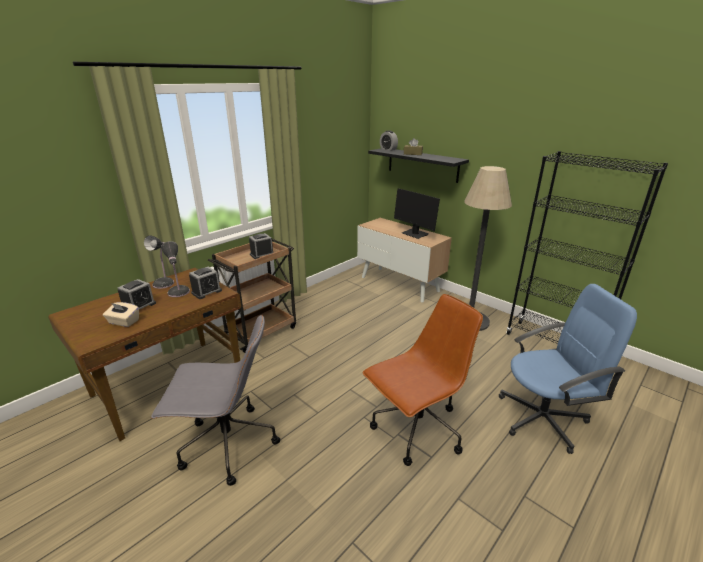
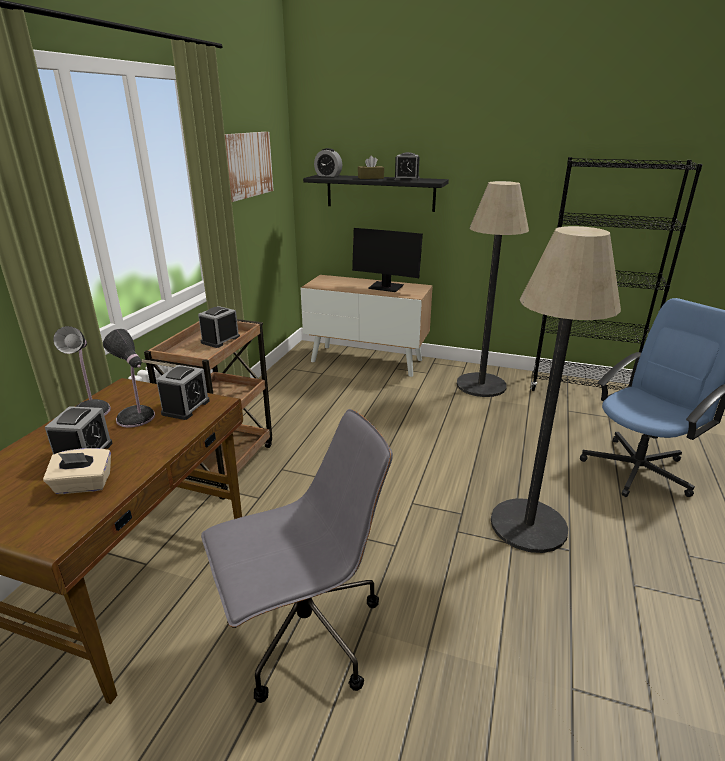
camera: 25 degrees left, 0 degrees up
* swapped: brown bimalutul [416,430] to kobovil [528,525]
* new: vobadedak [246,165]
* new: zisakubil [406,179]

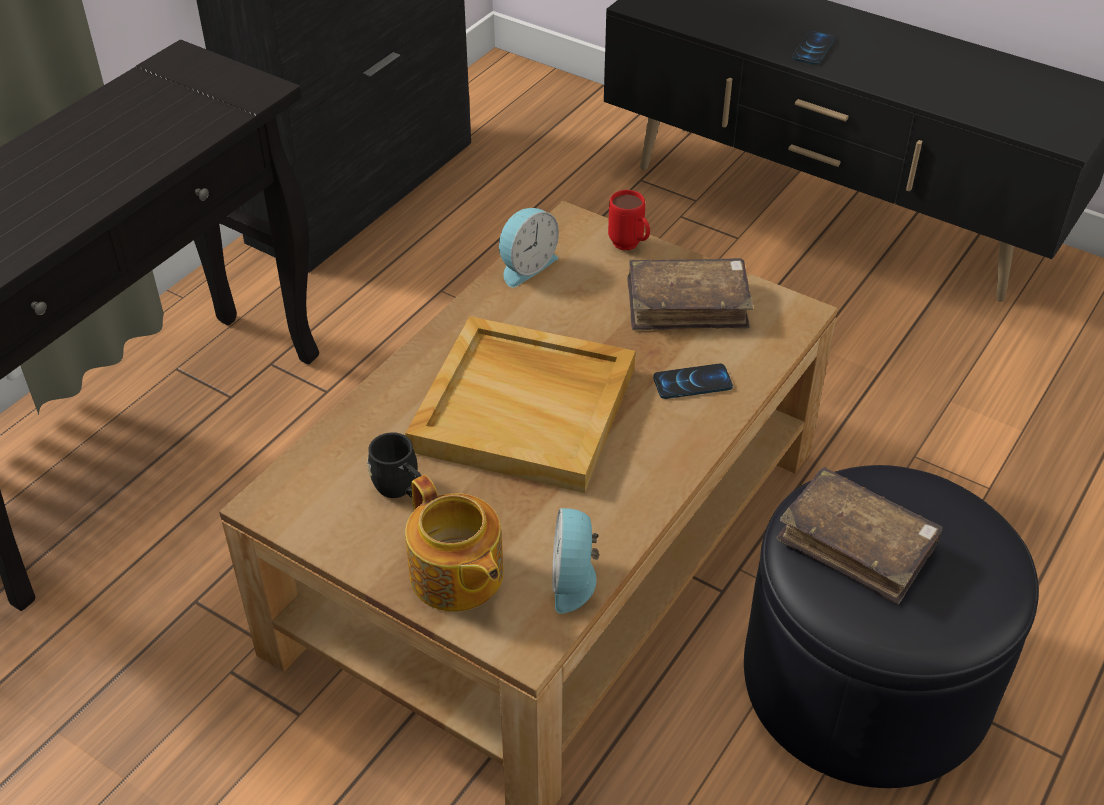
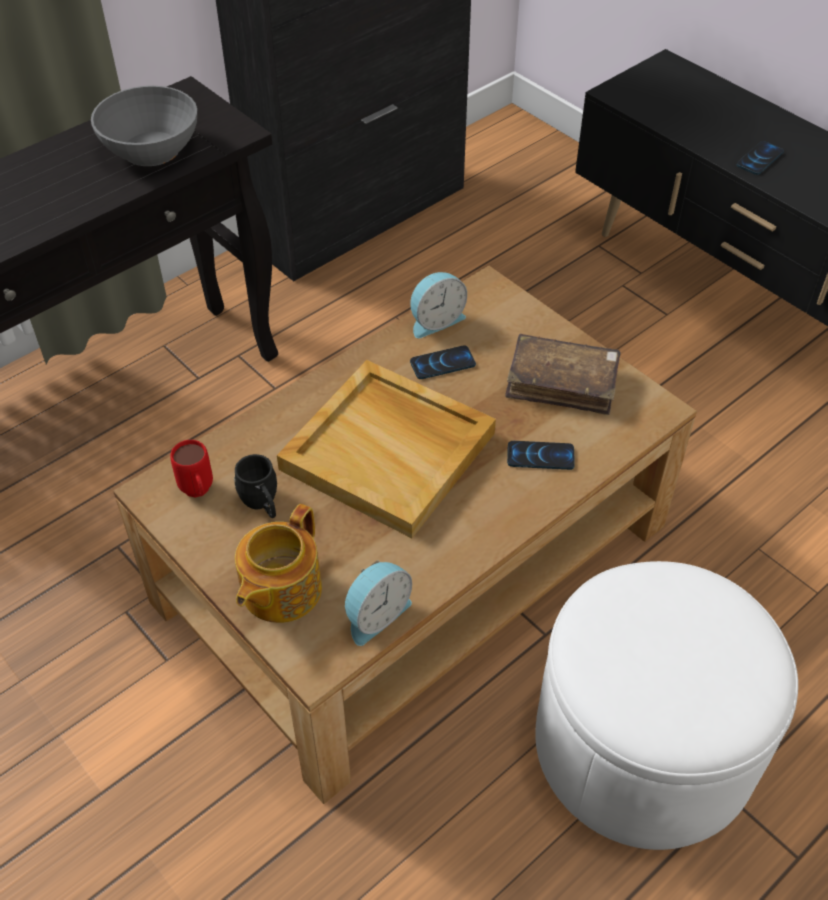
camera: 15 degrees right, 5 degrees up
* rotated: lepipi [456,576] = [279,590] 45 degrees clockwise
* rotated: zisakubil [574,579] = [375,614] 150 degrees counterclockwise
* shifted: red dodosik [630,246] to [198,493]
* repainted: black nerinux [866,680] to white nerinux [644,744]
* gone: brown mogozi [857,545]
* new: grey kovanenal [151,149]
* new: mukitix [442,363]

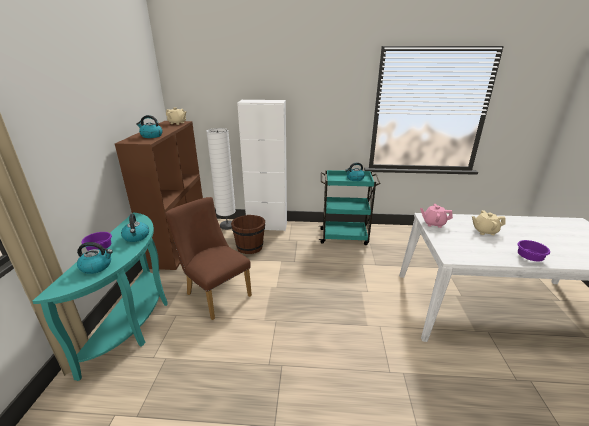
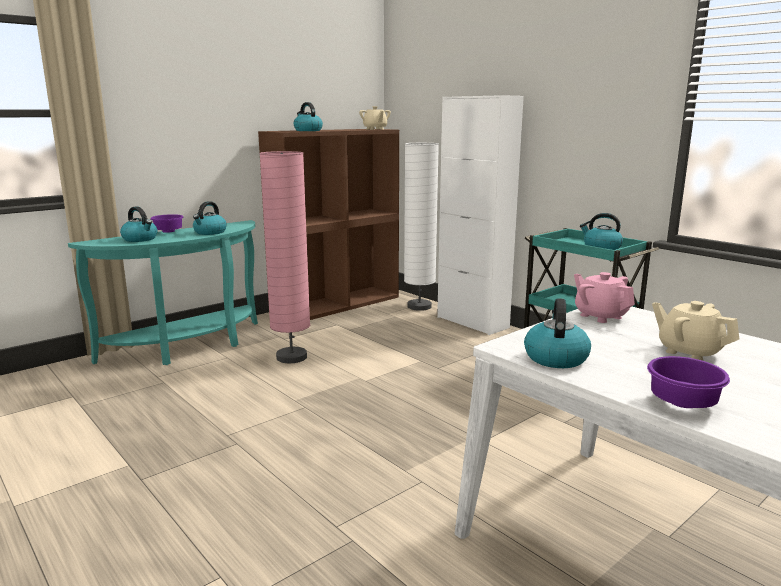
camera: 45 degrees right, 10 degrees down
* swapped: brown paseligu [215,293] to pink kobovil [291,357]
* gone: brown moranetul [250,247]
* new: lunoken [555,357]

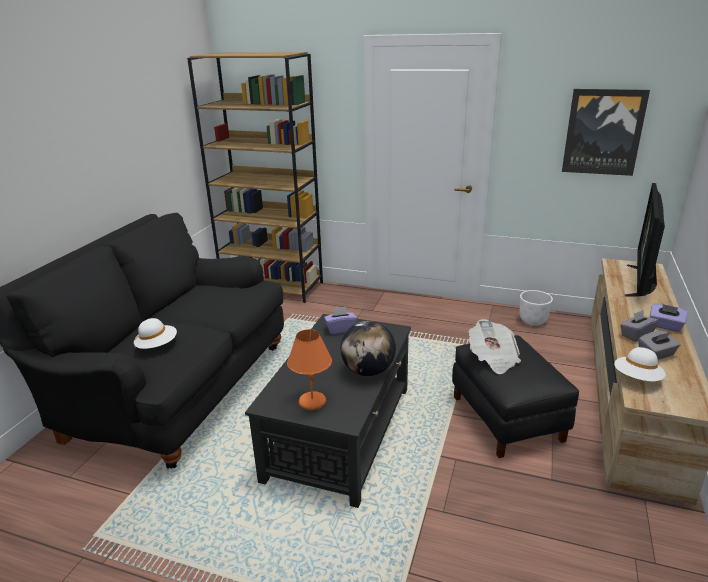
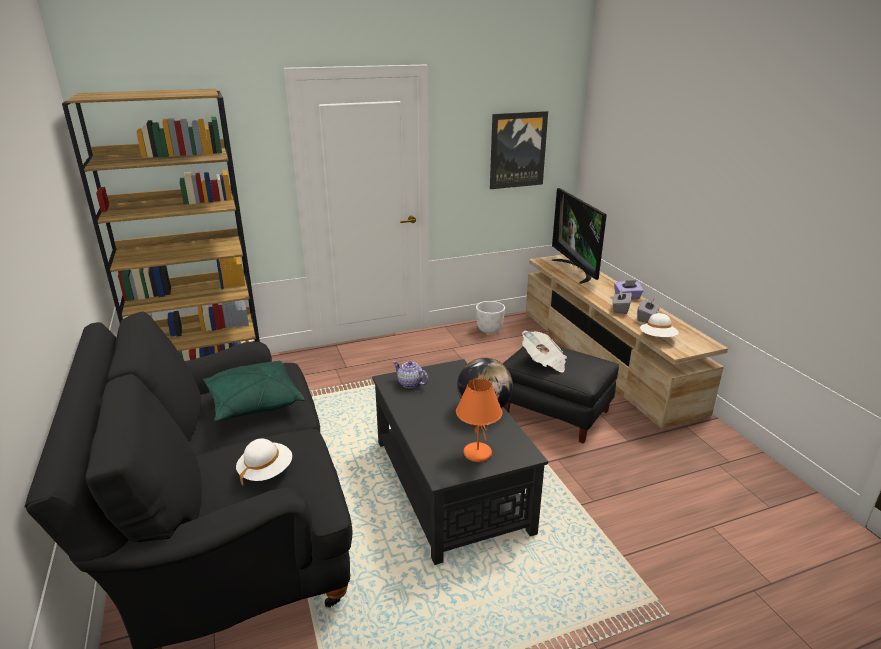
camera: 40 degrees left, 0 degrees up
* swapped: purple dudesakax [340,329] to lepipi [410,383]
* new: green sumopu [254,403]

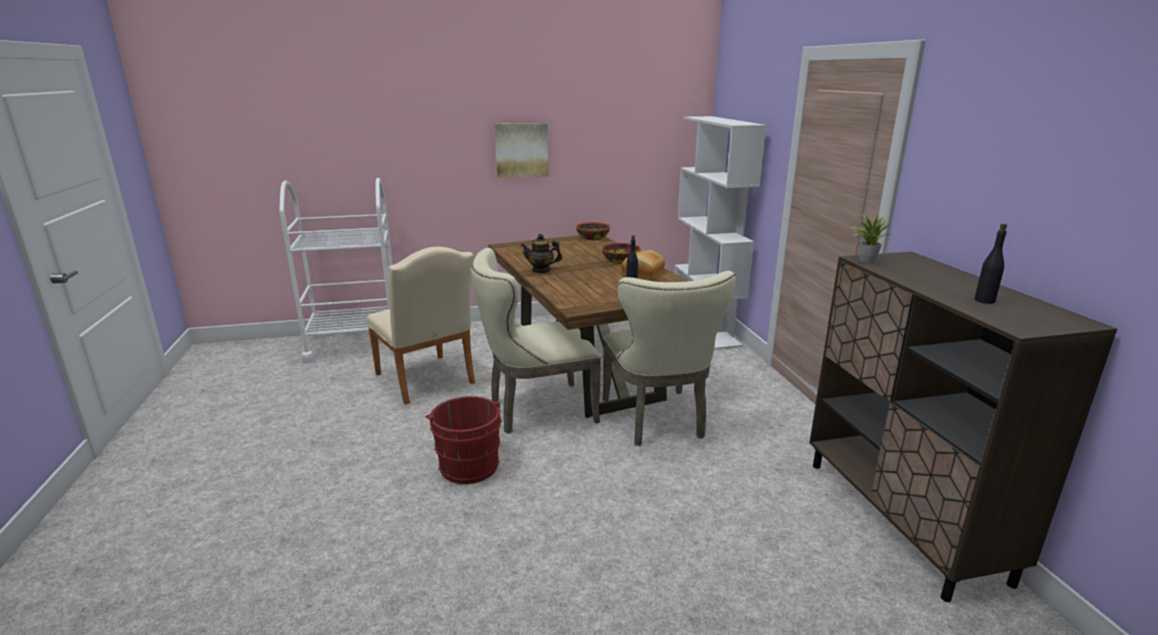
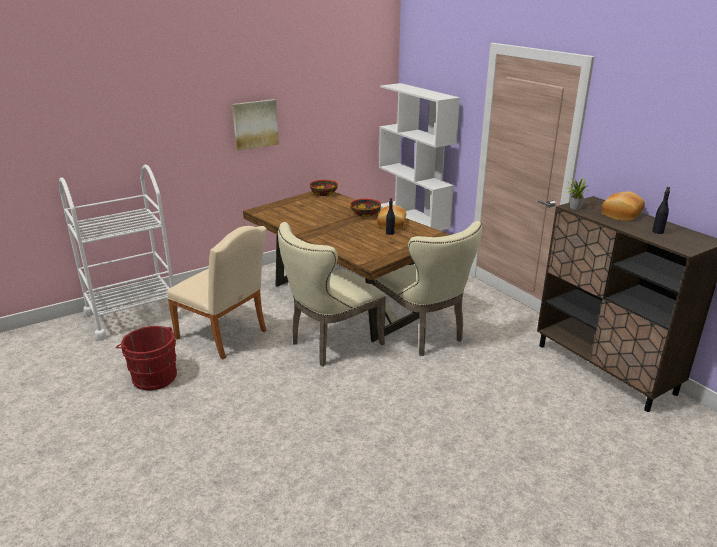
camera: 20 degrees left, 5 degrees up
* shifted: red moranetul [468,465] to [153,376]
* gone: lepipi [541,270]
* new: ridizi [620,214]

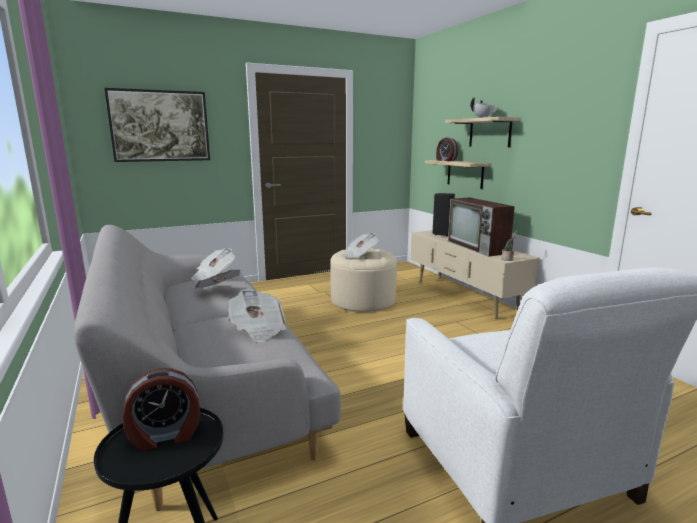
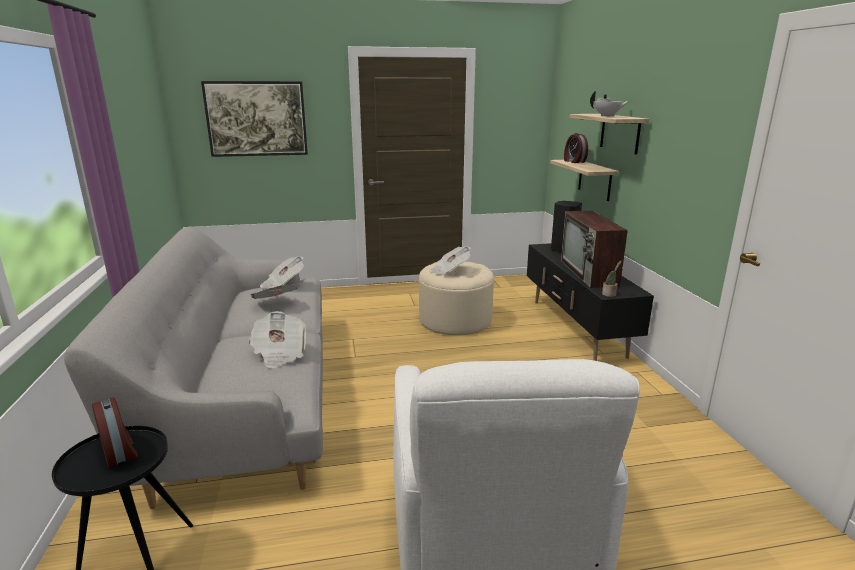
camera: 15 degrees right, 5 degrees up
* rotated: zisakubil [165,436] = [120,452] 120 degrees counterclockwise
* repainted: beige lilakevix [464,296] to black lilakevix [575,328]

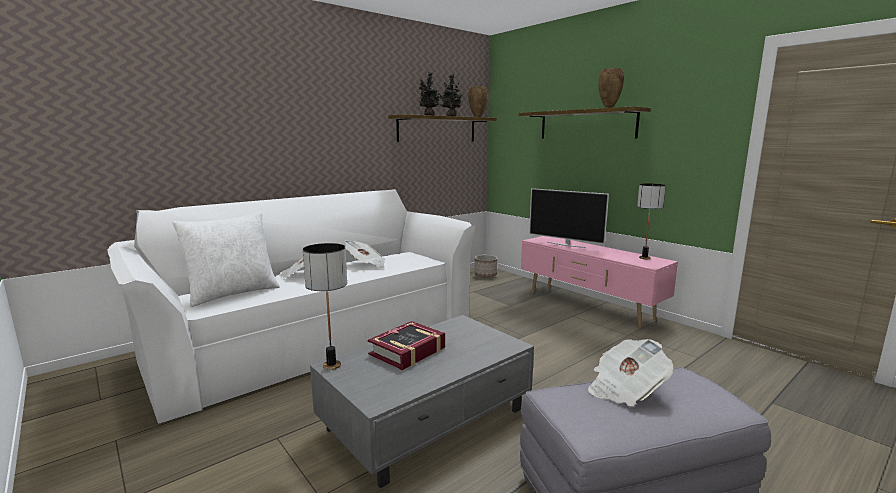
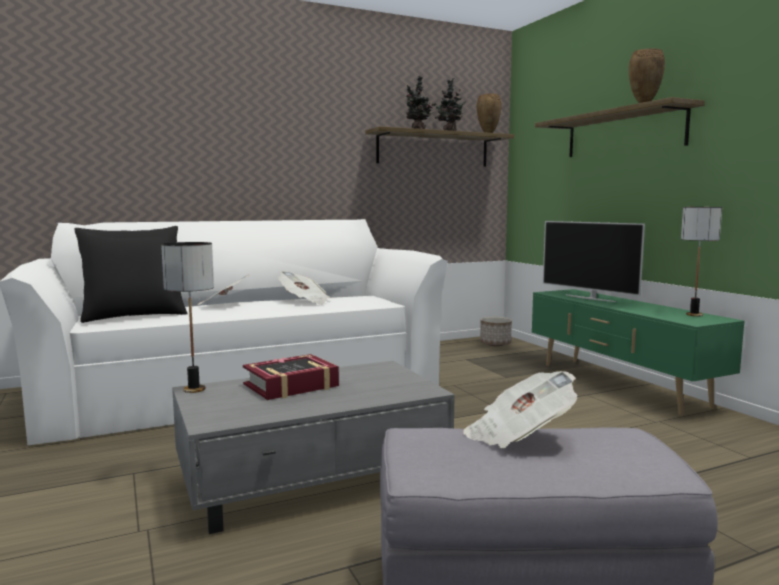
camera: 15 degrees right, 5 degrees down
* repainted: white sumopu [233,293] to black sumopu [134,316]
* repainted: pink lilakevix [588,305] to green lilakevix [619,385]

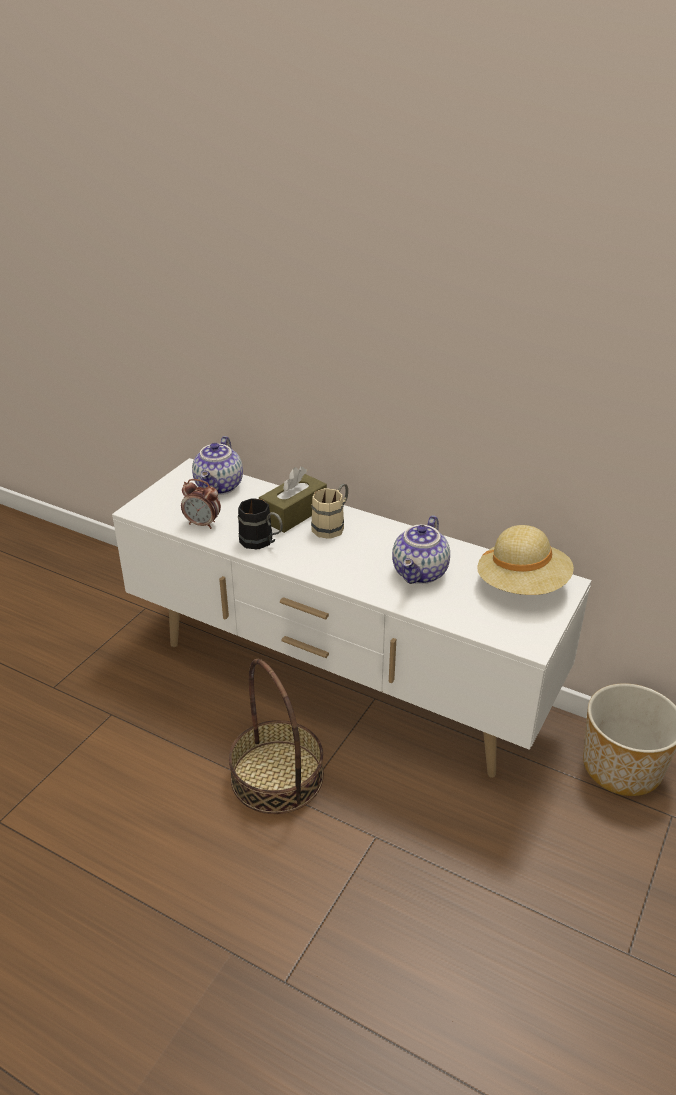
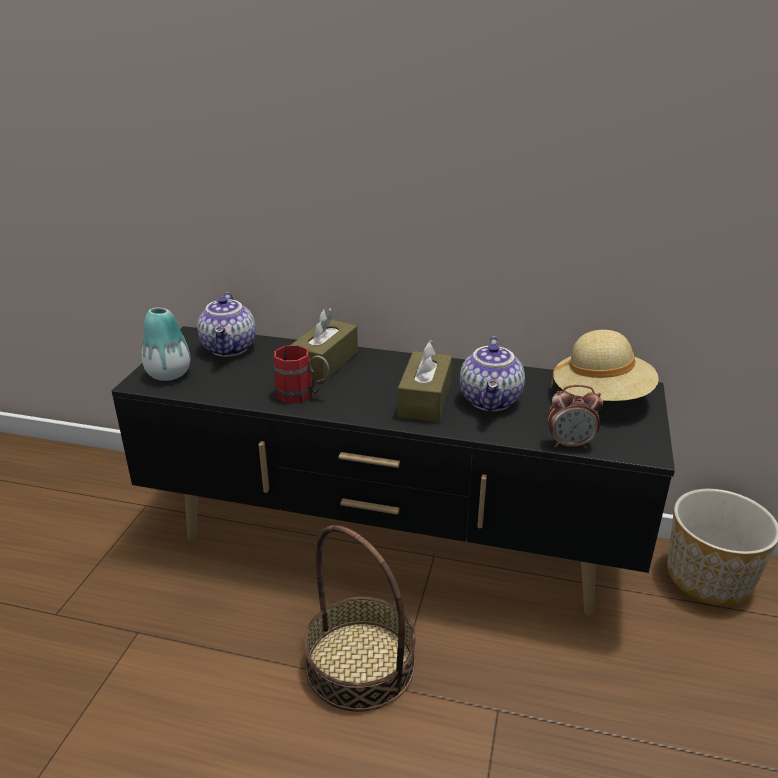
camera: 15 degrees left, 5 degrees down
* repainted: white lilakevix [339,682] to black lilakevix [390,546]
* shifted: zisakubil [202,524] to [570,444]
* repainted: black dodosik [262,542] to red dodosik [303,395]
* gone: beige dodosik [332,525]
* new: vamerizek [169,374]
* new: brown dudesakax [425,400]

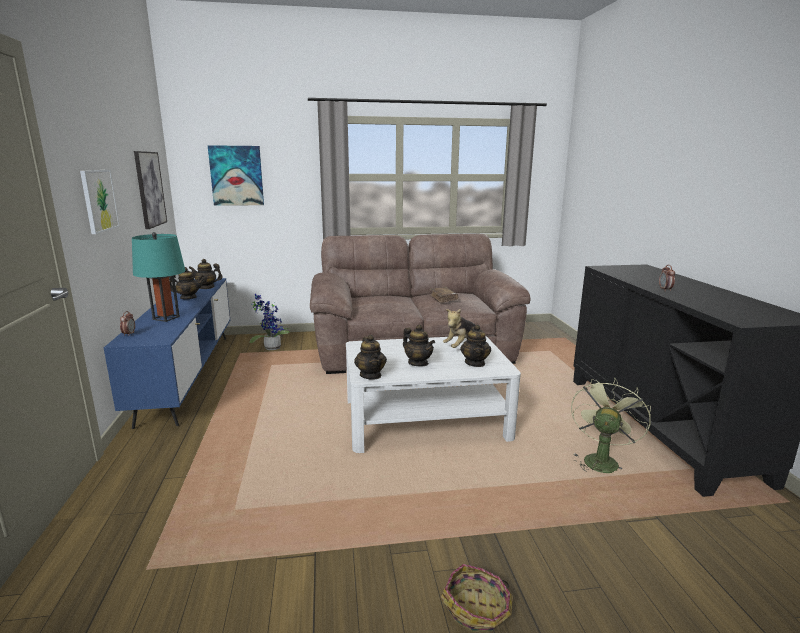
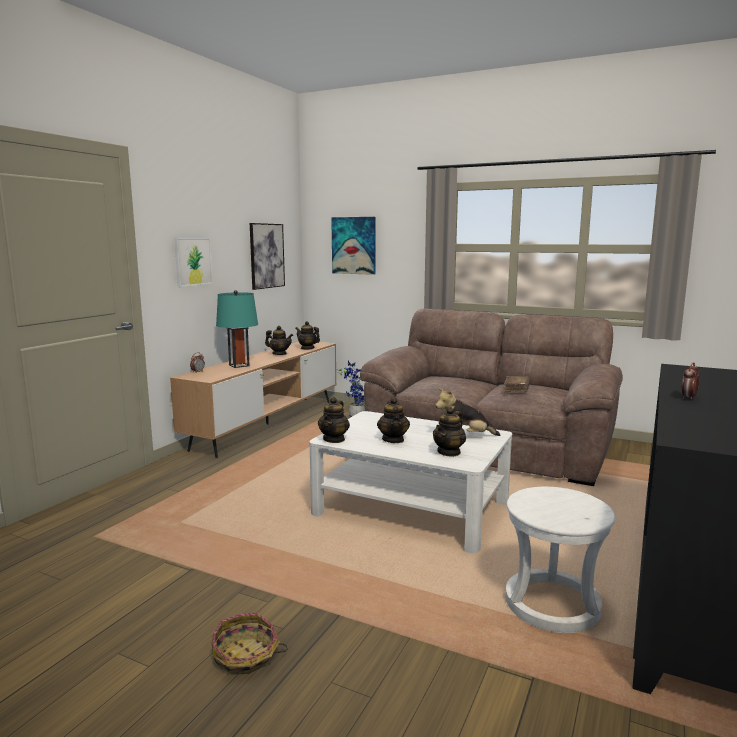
camera: 35 degrees right, 5 degrees down
* repainted: blue lilakevix [189,375] to brown lilakevix [267,424]
* swapped: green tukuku [600,460] to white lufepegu [551,605]

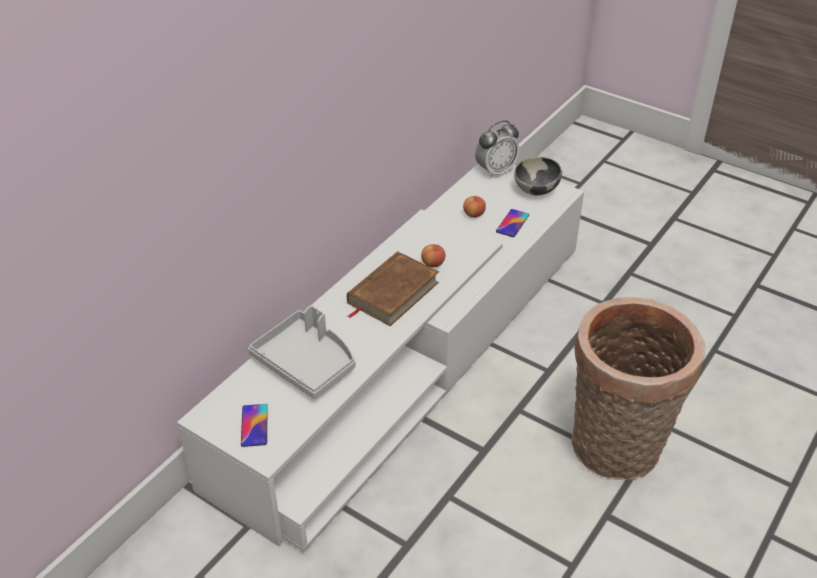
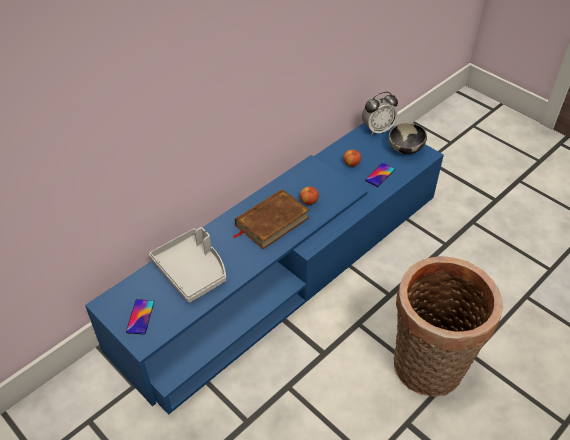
camera: 10 degrees right, 5 degrees up
* repainted: white lilakevix [408,357] to blue lilakevix [284,268]

